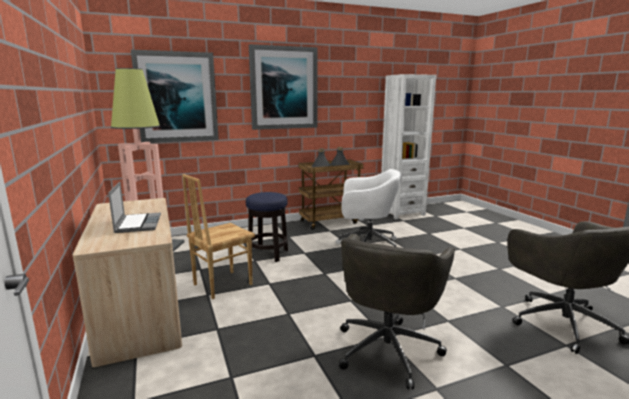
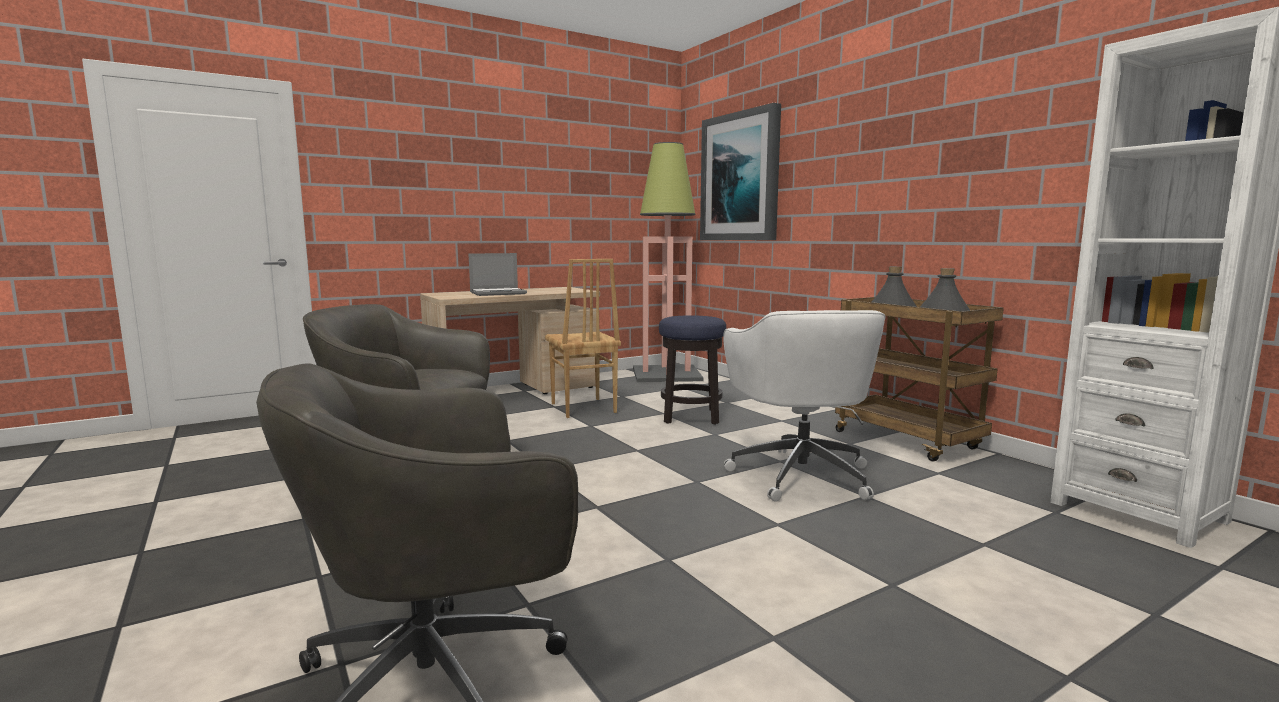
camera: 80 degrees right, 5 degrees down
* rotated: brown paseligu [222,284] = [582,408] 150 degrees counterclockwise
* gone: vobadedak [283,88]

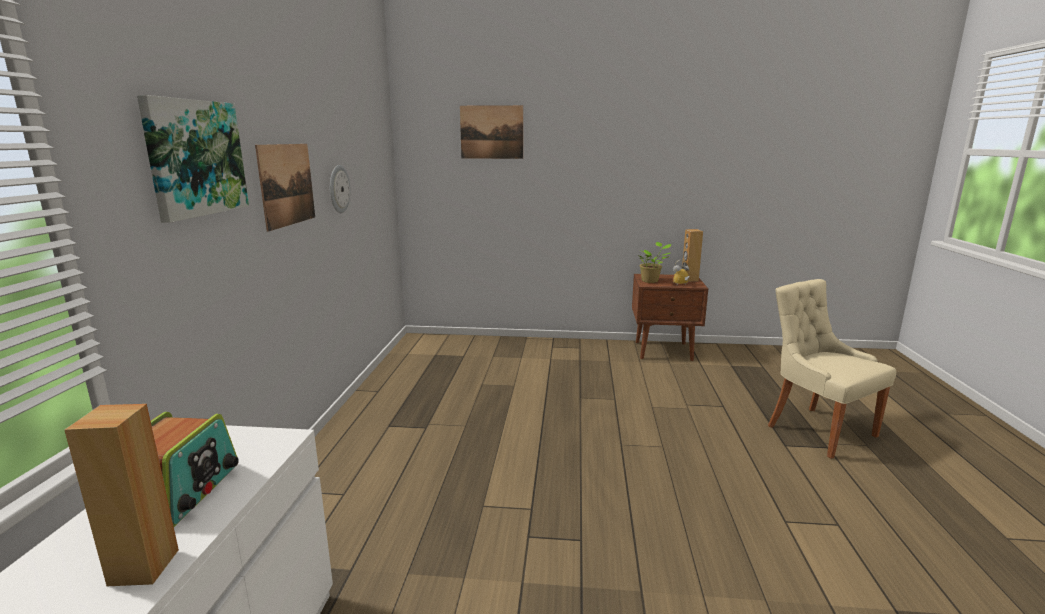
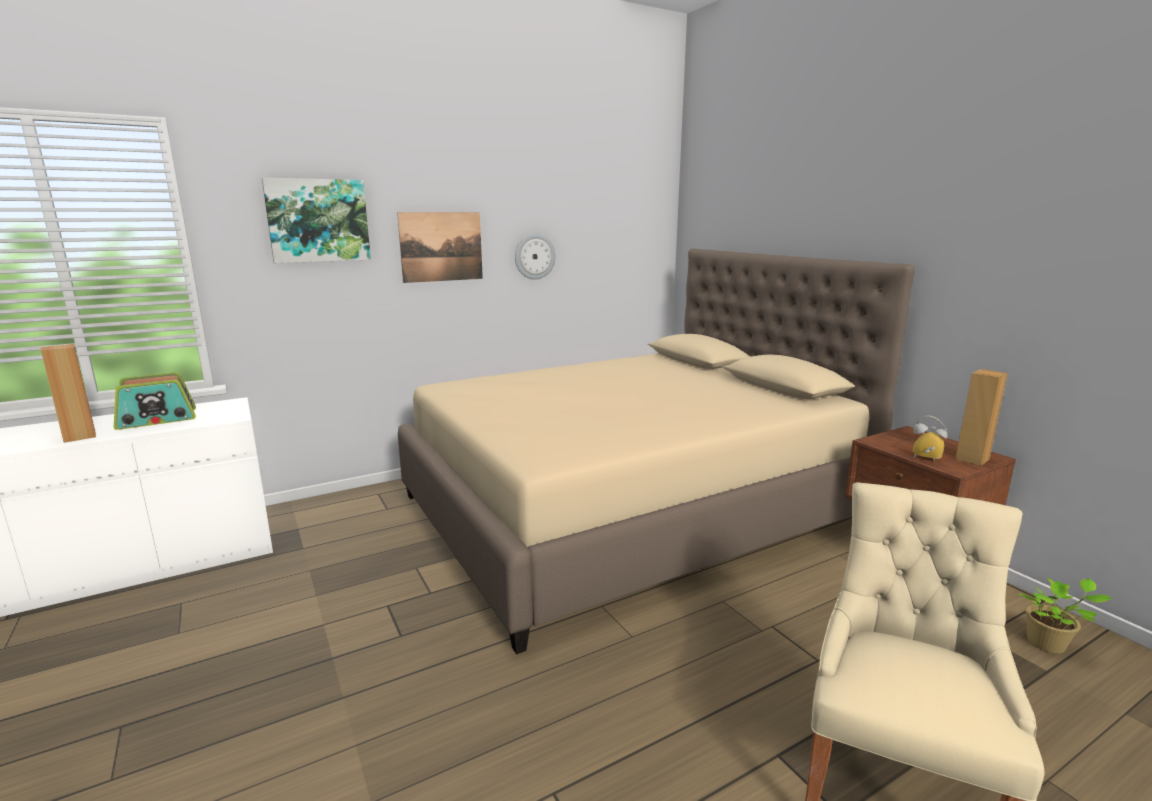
camera: 55 degrees right, 0 degrees up
* gone: vobadedak [491,132]
* shifted: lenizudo [651,281] to [1049,645]
* new: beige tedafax [629,509]

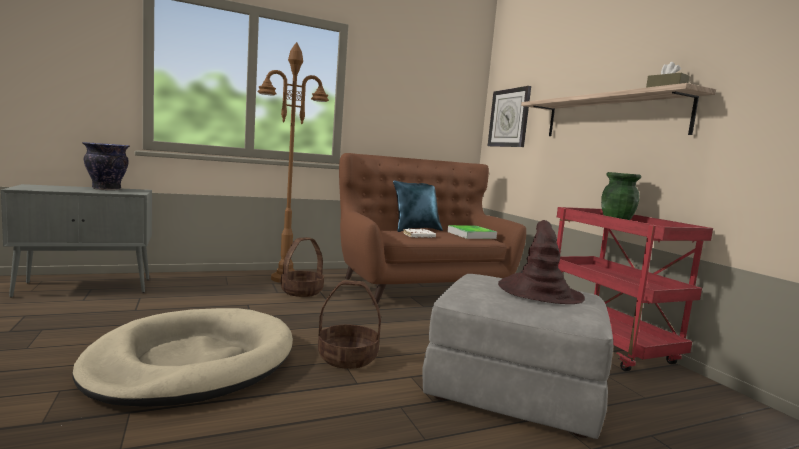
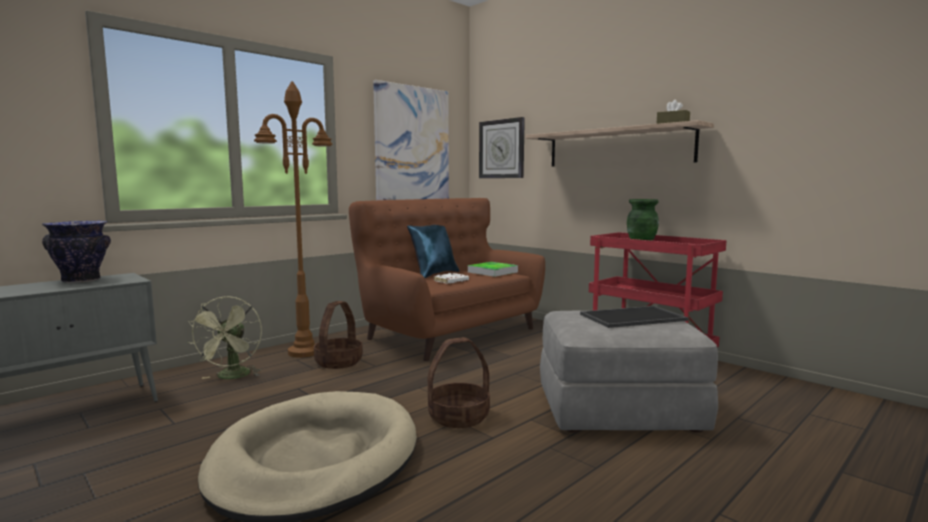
camera: 20 degrees left, 0 degrees up
* swapped: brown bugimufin [539,292] to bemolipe [633,318]
* new: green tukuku [232,377]
* new: vobadedak [412,148]

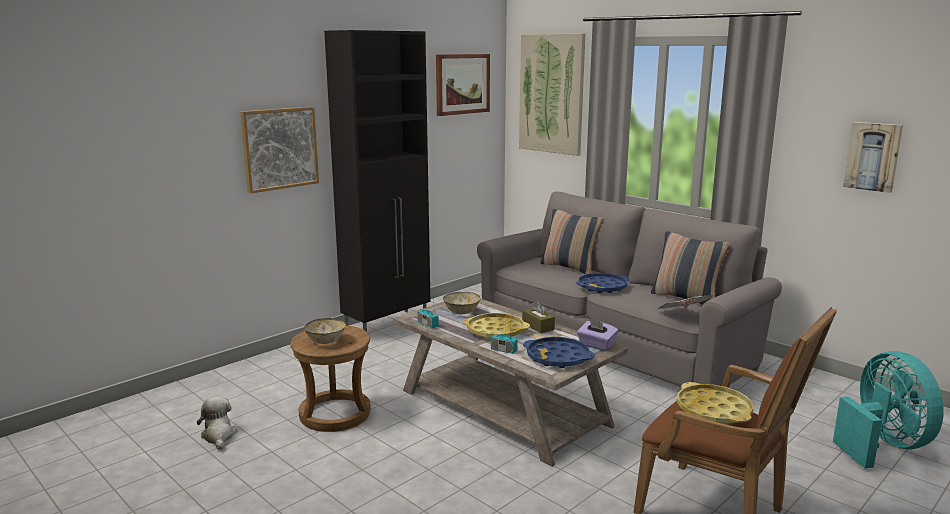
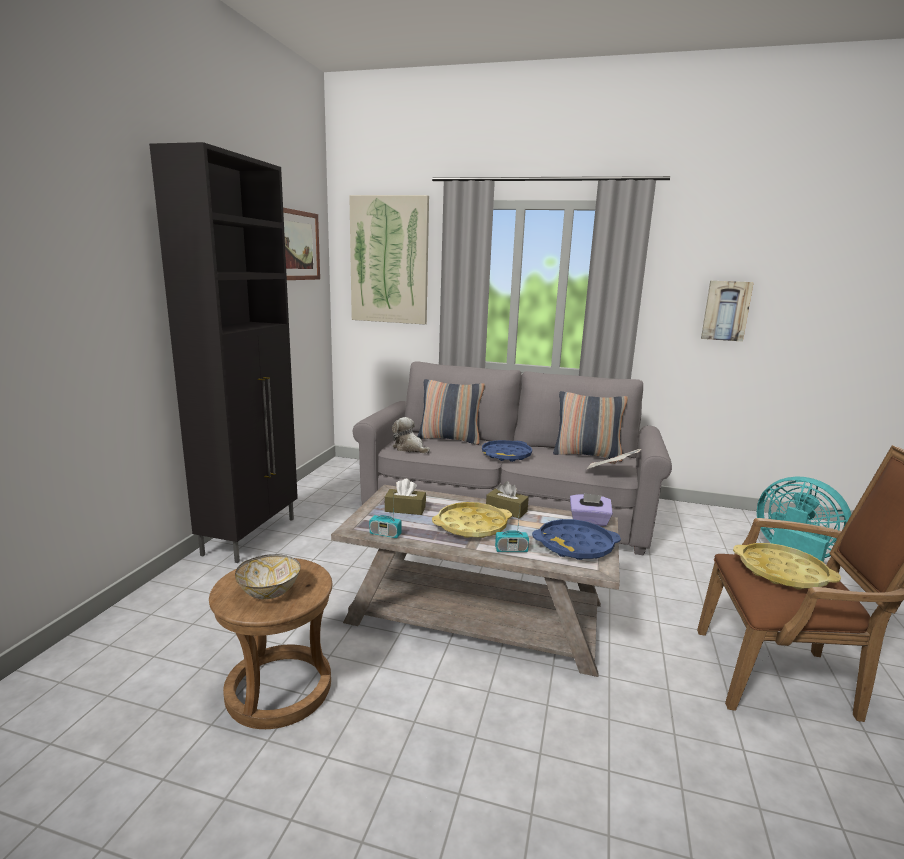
camera: 30 degrees left, 0 degrees up
* shifted: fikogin [219,436] to [409,448]
* gone: vobadedak [280,148]
* swapped: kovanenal [461,312] to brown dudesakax [405,509]

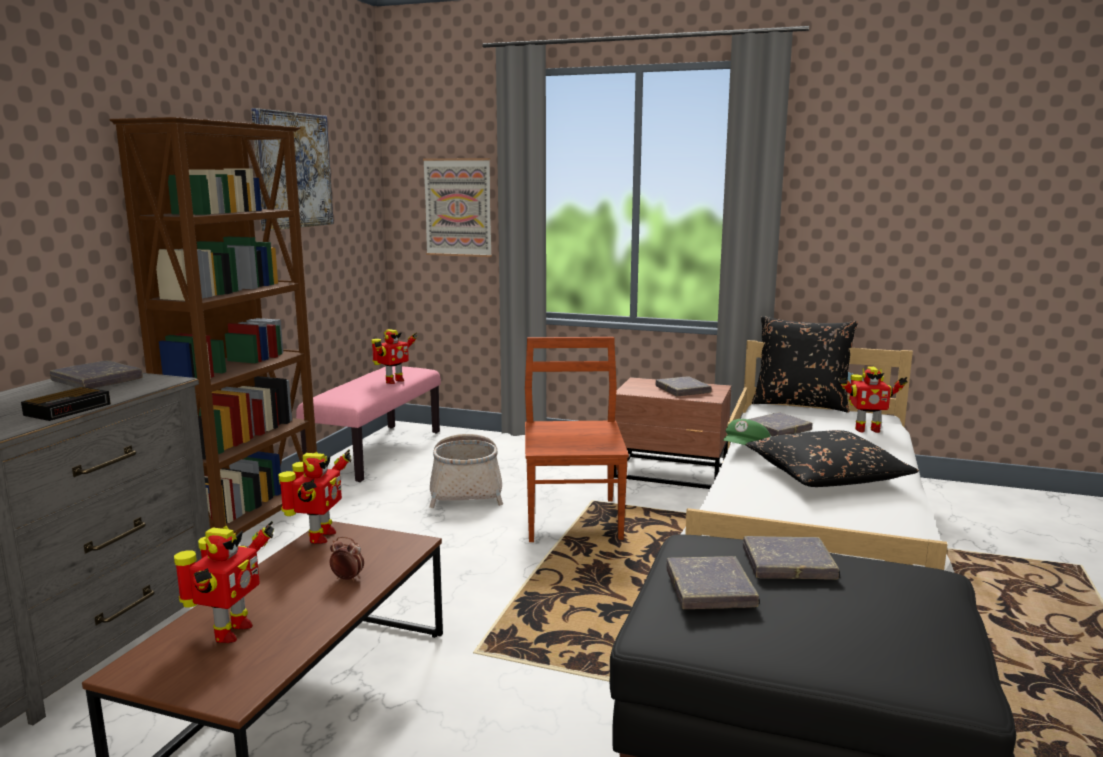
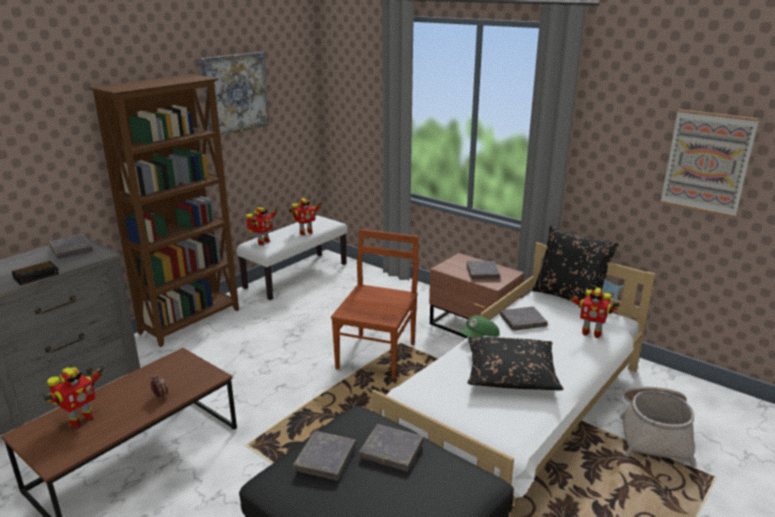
camera: 20 degrees right, 10 degrees up
* shifted: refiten [319,537] to [262,242]
* repainted: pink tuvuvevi [376,452] to white tuvuvevi [296,275]
* shifted: vobadedak [458,207] to [707,162]
* shifted: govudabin [466,489] to [654,434]

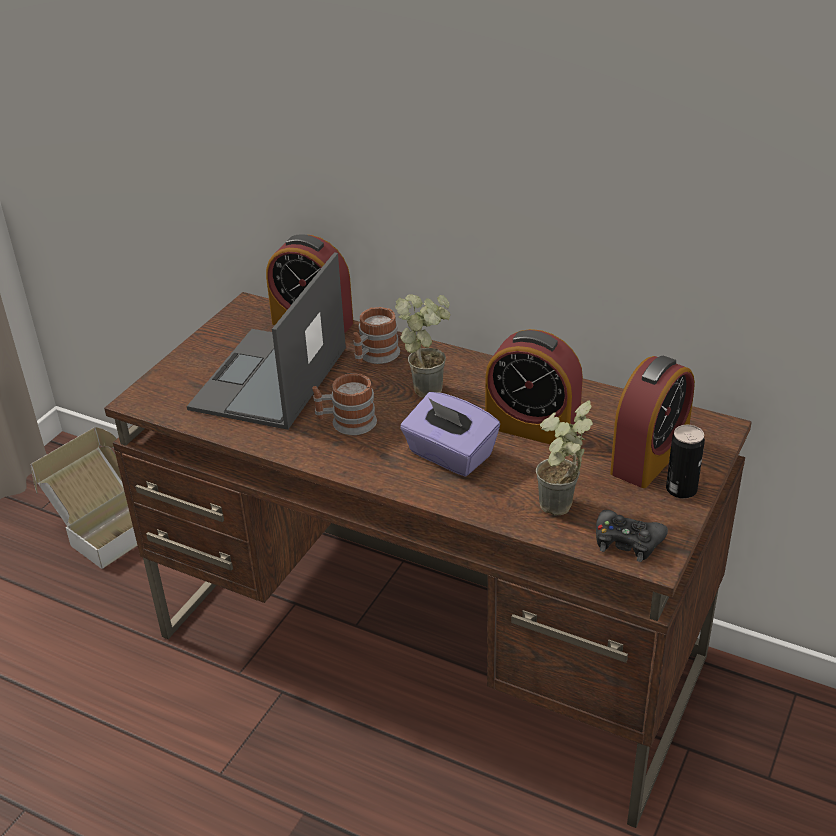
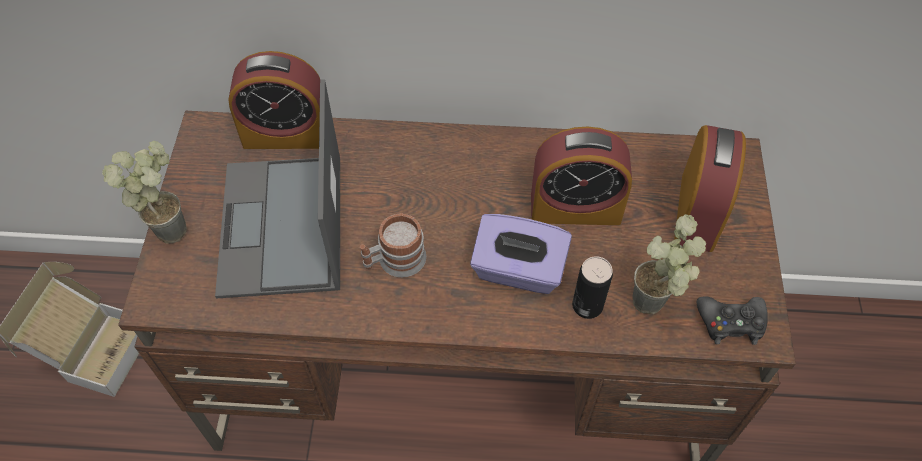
camera: 25 degrees left, 20 degrees up
* gone: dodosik [375,356]
* shifted: lenizudo [429,385] to [170,224]
* shifted: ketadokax [681,489] to [587,305]

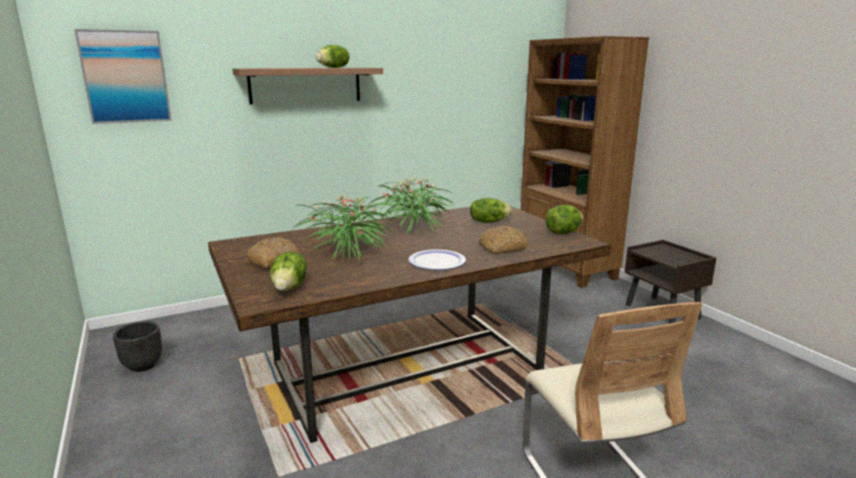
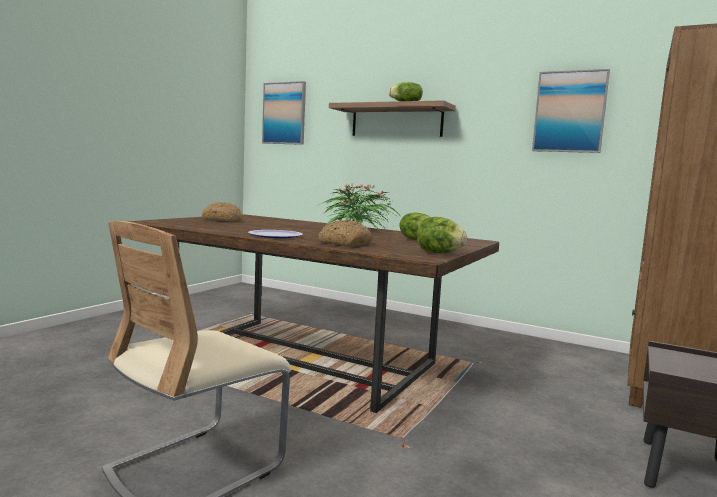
camera: 55 degrees right, 10 degrees down
* gone: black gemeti [143,365]
* gone: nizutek [290,287]
* gone: lenizudo [348,251]
* new: vobadedak [569,112]

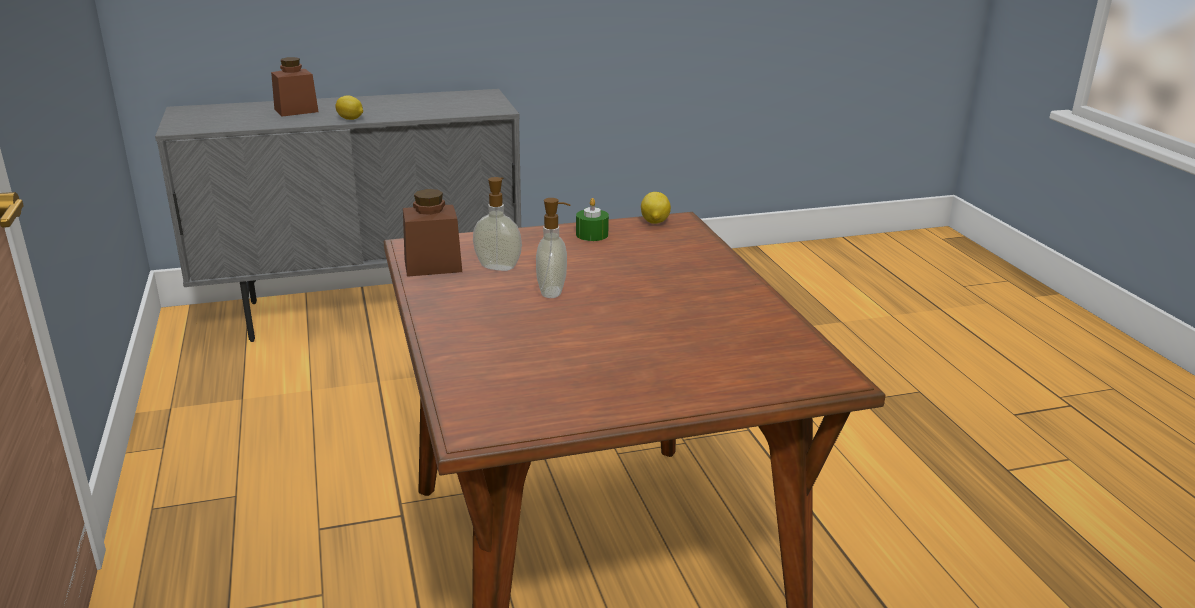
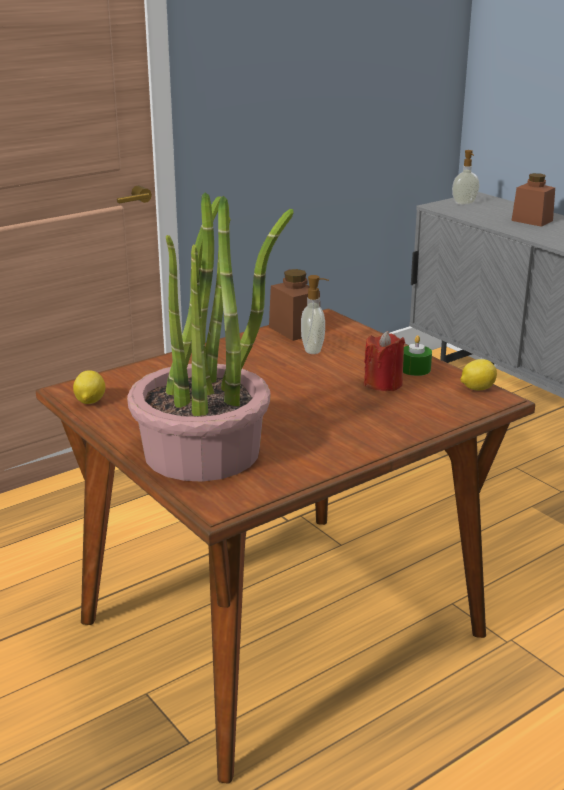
camera: 70 degrees right, 0 degrees up
* shifted: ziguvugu [351,119] to [89,402]
* shifted: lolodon [553,292] to [464,203]
* new: lenizudo [203,451]
* new: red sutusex [383,384]

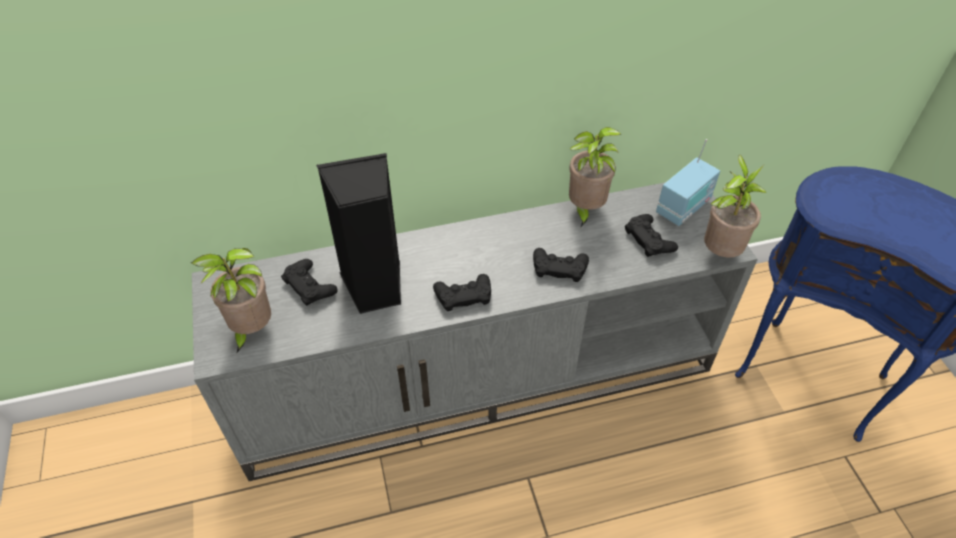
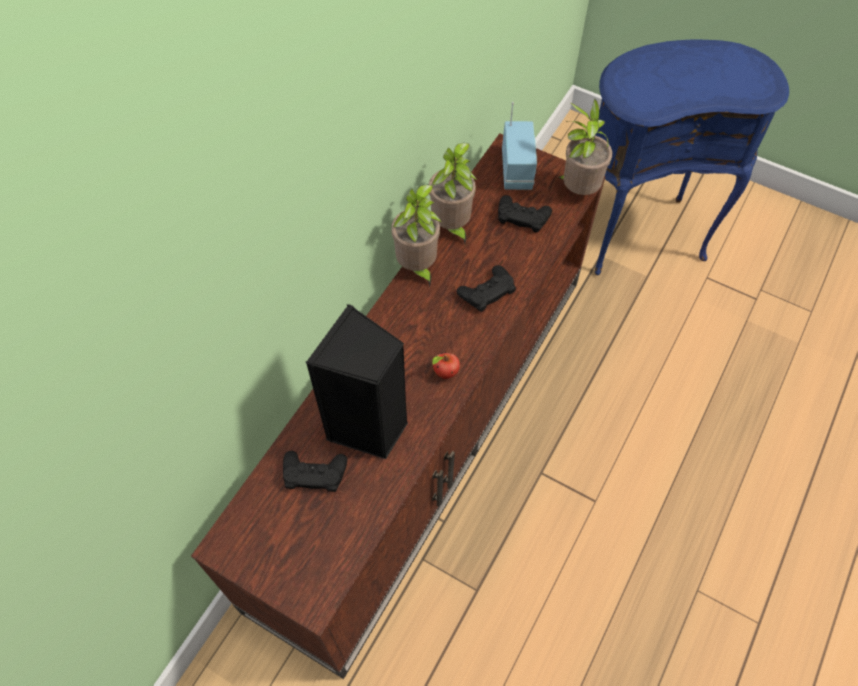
camera: 45 degrees left, 10 degrees up
* shifted: lenizudo [251,330] to [417,267]
* repainted: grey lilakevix [479,374] to brown lilakevix [425,428]
* swapped: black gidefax [463,295] to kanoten [445,374]

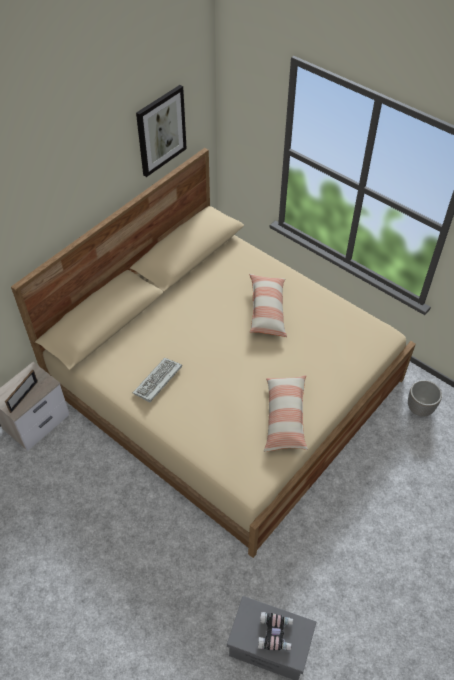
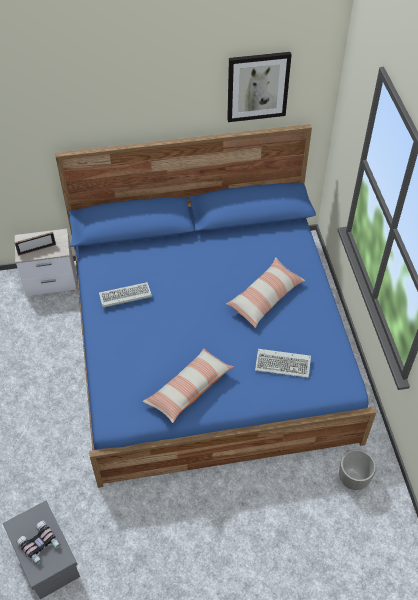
camera: 40 degrees right, 0 degrees up
* repainted: beige tedafax [226,385] to blue tedafax [209,345]
* new: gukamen [284,364]

